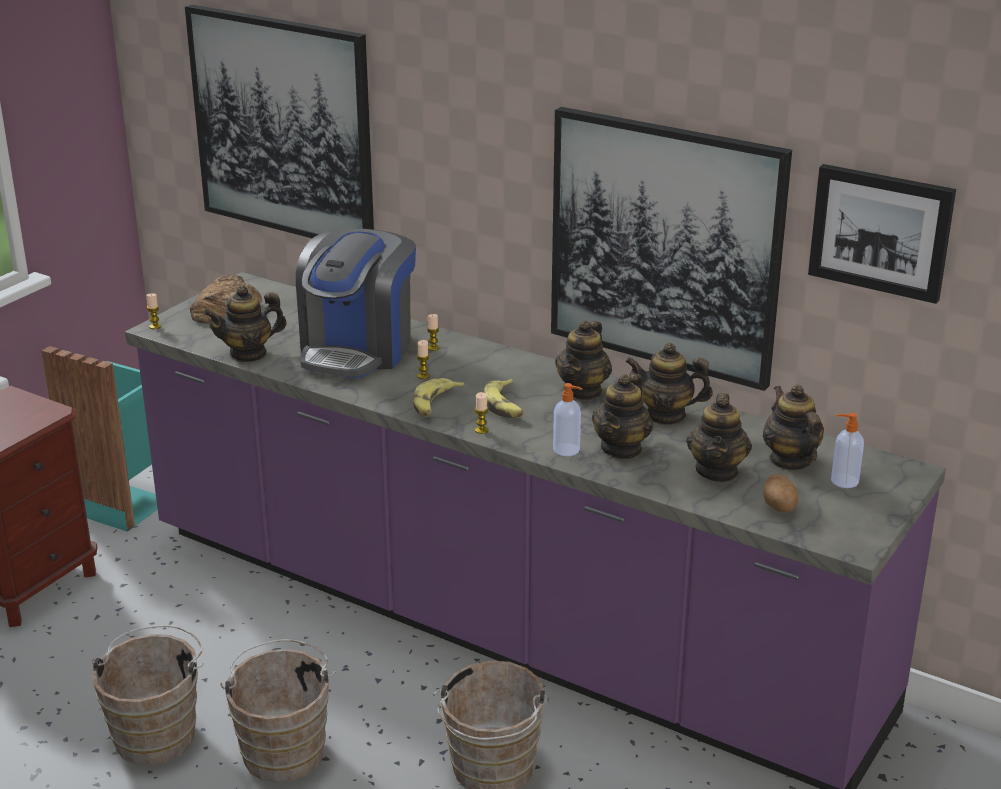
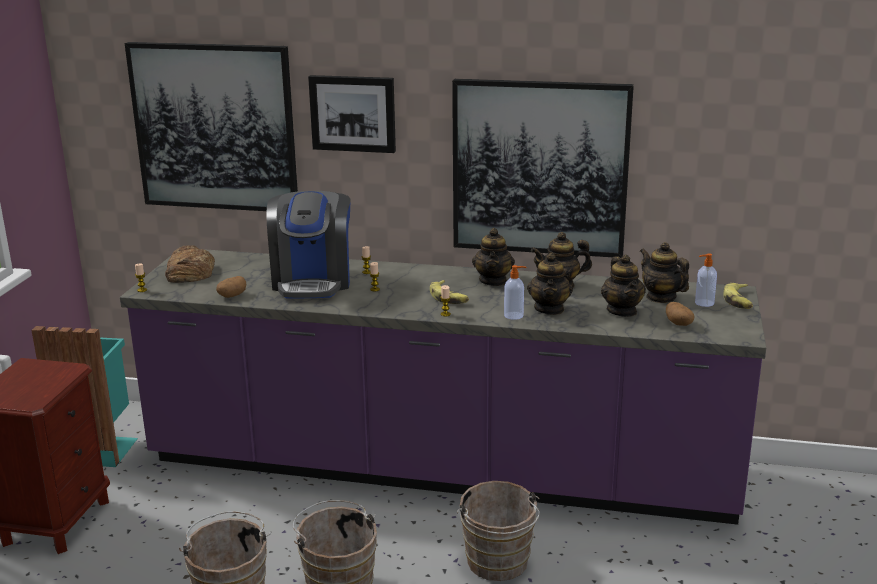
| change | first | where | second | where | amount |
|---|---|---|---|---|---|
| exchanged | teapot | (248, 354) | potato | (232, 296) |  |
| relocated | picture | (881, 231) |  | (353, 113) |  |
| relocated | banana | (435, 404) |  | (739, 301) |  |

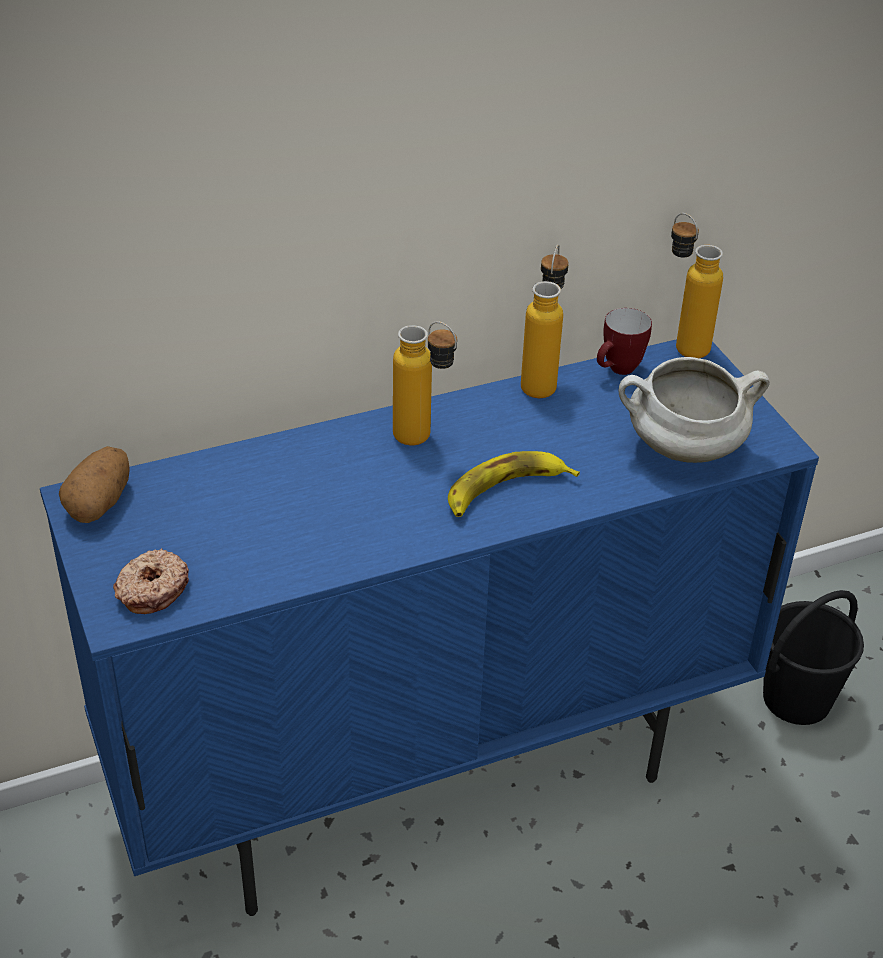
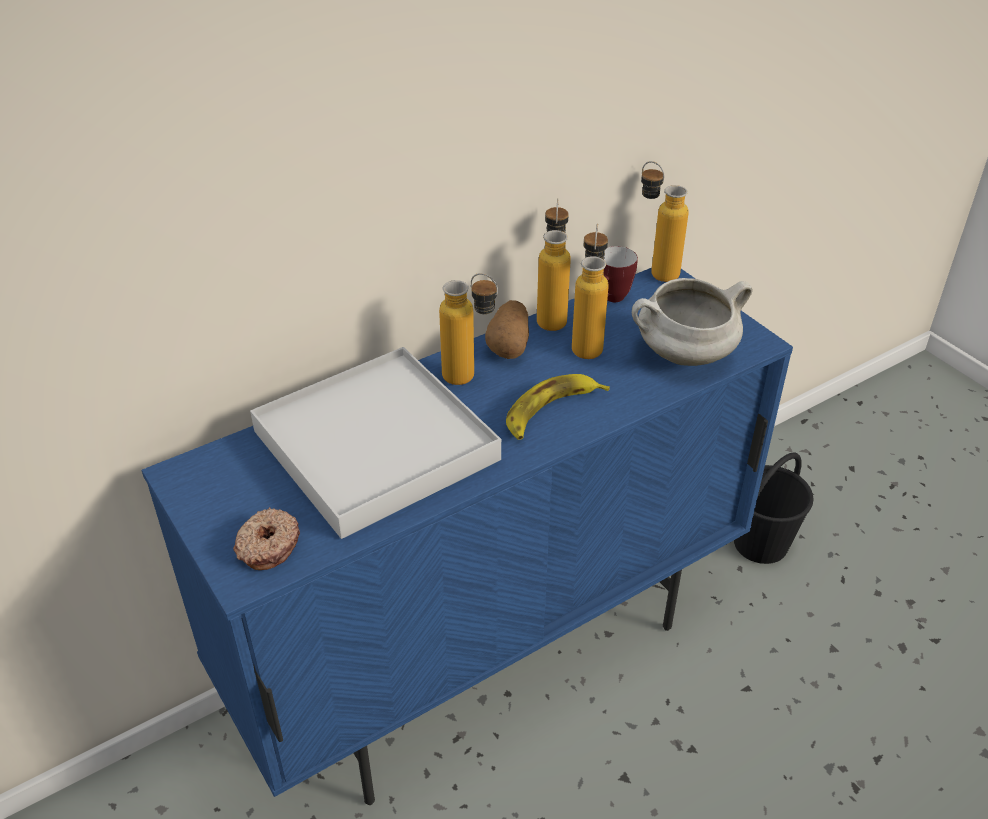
| change | first | where | second | where | amount |
|---|---|---|---|---|---|
| appeared |  |  | white tray | (375, 445) |  |
| relocated | potato | (100, 503) |  | (509, 345) |  |
| appeared |  |  | bottle | (588, 343) |  |

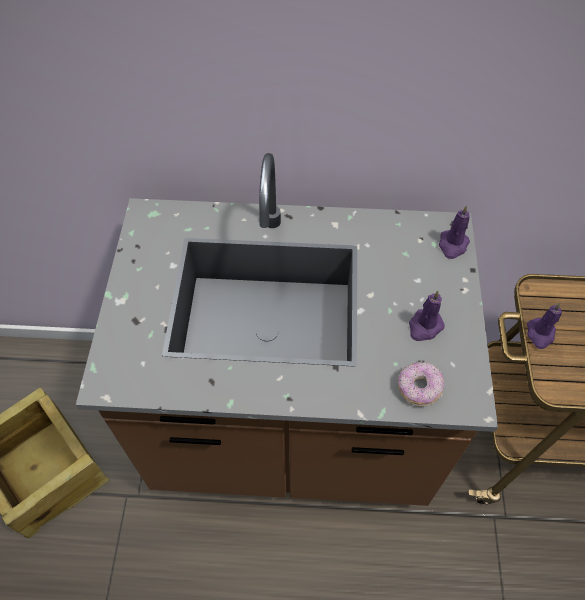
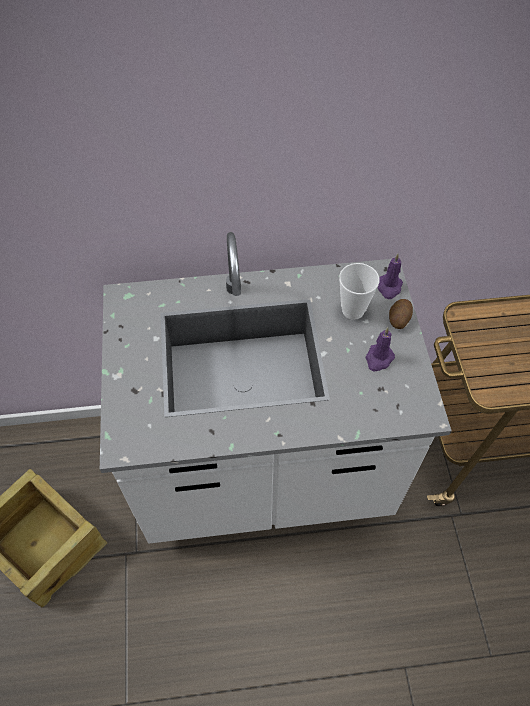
| change | first | where | second | where | amount |
|---|---|---|---|---|---|
| colour | brown counter | (292, 433) | white counter | (265, 473) |  |
| appeared |  |  | cup | (353, 310) |  |
| appeared |  |  | potato | (398, 319) |  |
| missing | donut | (418, 388) |  |  |  |
| missing | purple candle | (540, 334) |  |  |  |

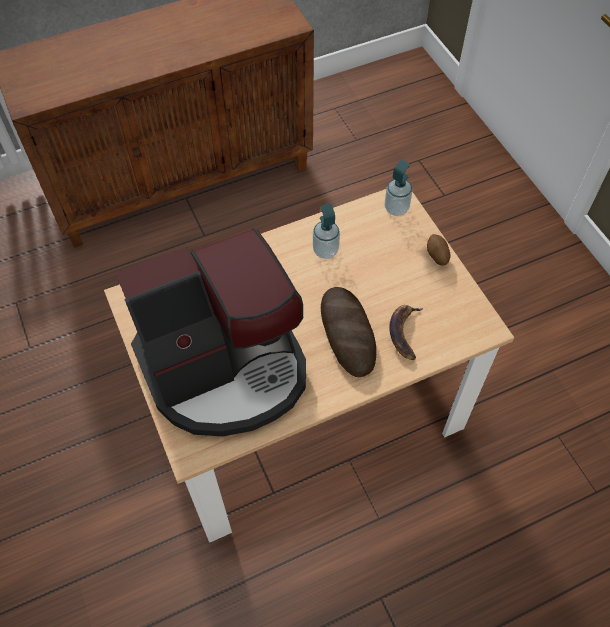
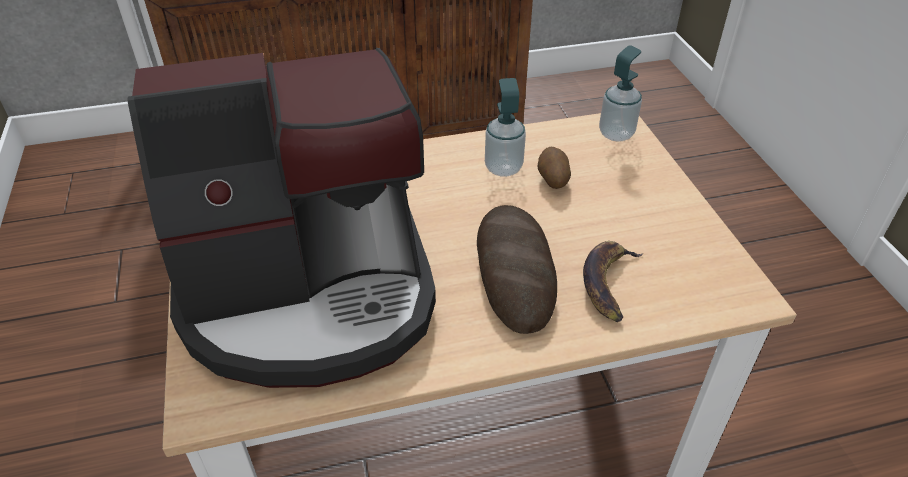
| change | first | where | second | where | amount |
|---|---|---|---|---|---|
| relocated | potato | (437, 256) |  | (552, 180) |  |

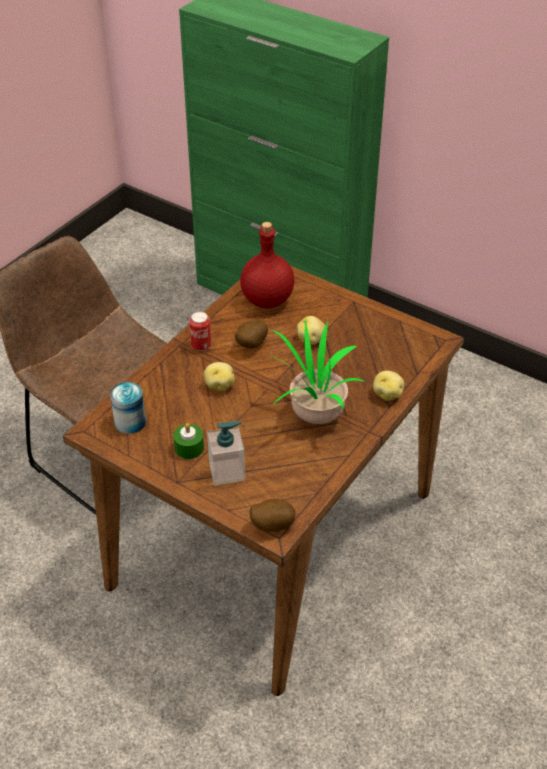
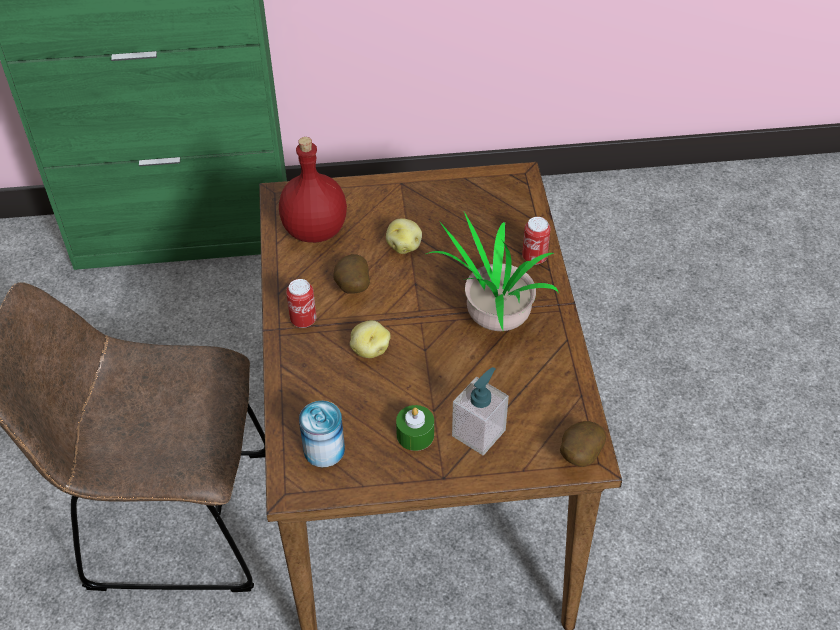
| change | first | where | second | where | amount |
|---|---|---|---|---|---|
| exchanged | potato | (387, 394) | can | (534, 257) |  |

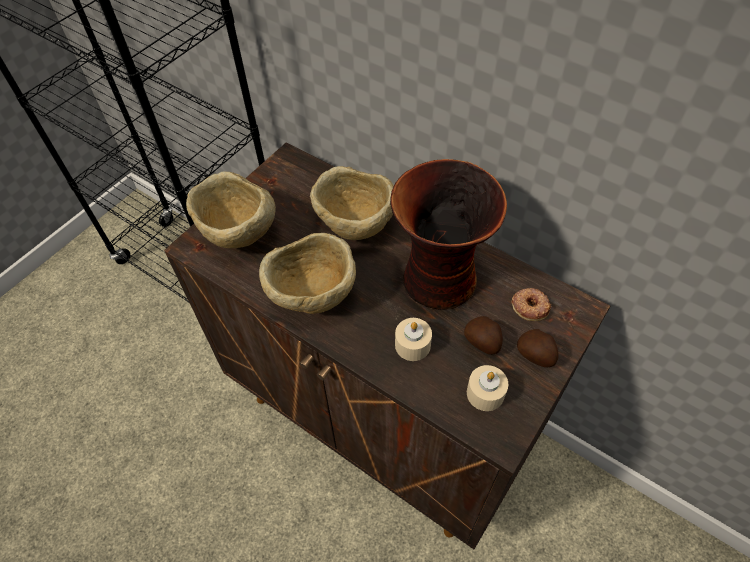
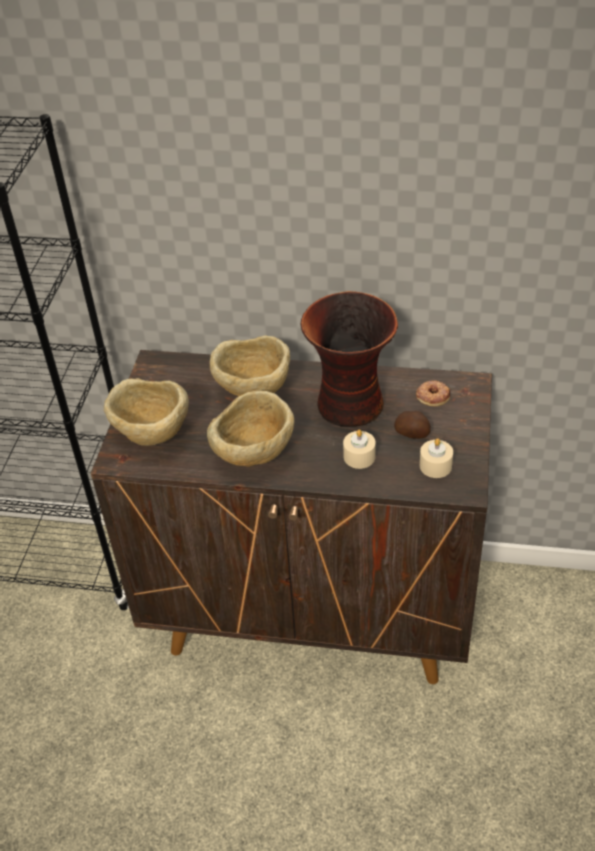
| change | first | where | second | where | amount |
|---|---|---|---|---|---|
| missing | potato | (536, 355) |  |  |  |

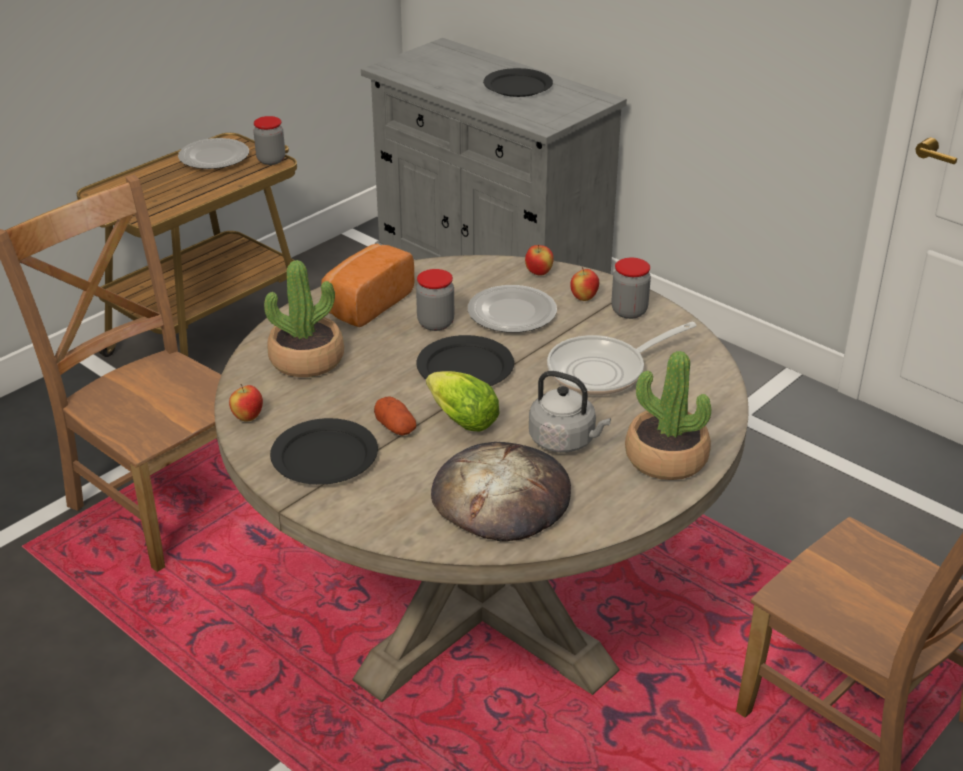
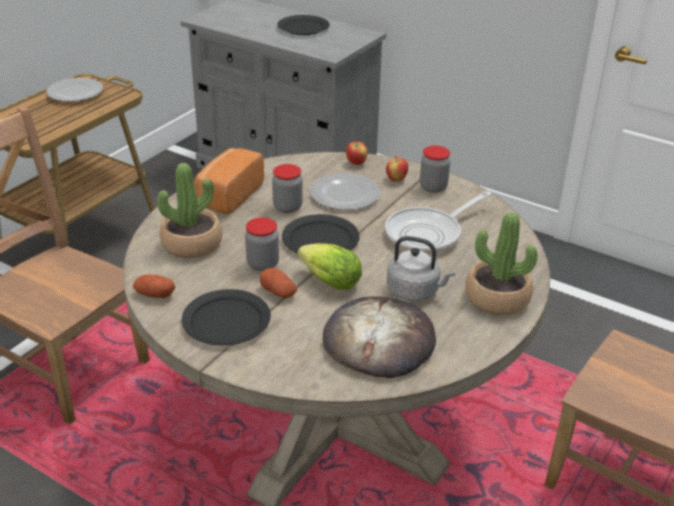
| change | first | where | second | where | amount |
|---|---|---|---|---|---|
| exchanged | apple | (248, 417) | potato | (154, 294) |  |
| relocated | jar | (271, 160) |  | (263, 264) |  |

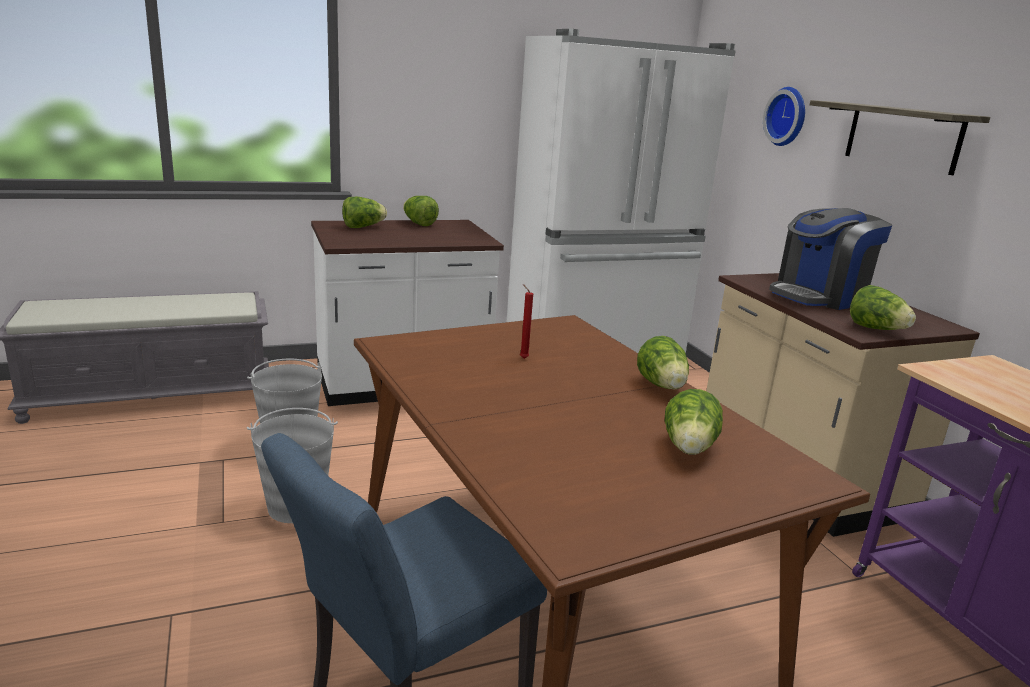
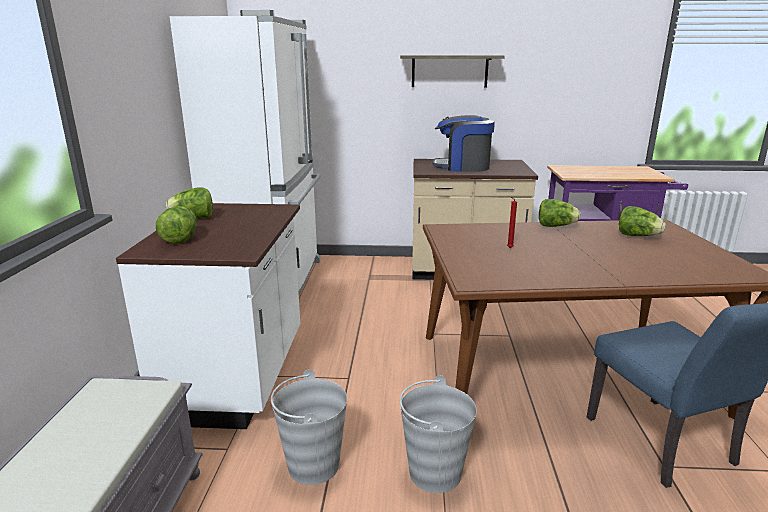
| change | first | where | second | where | amount |
|---|---|---|---|---|---|
| spun | coffee machine | (819, 296) |  | (462, 167) | 105 degrees clockwise |
| missing | wall clock | (788, 116) |  |  |  |
| missing | lettuce | (876, 329) |  |  |  |

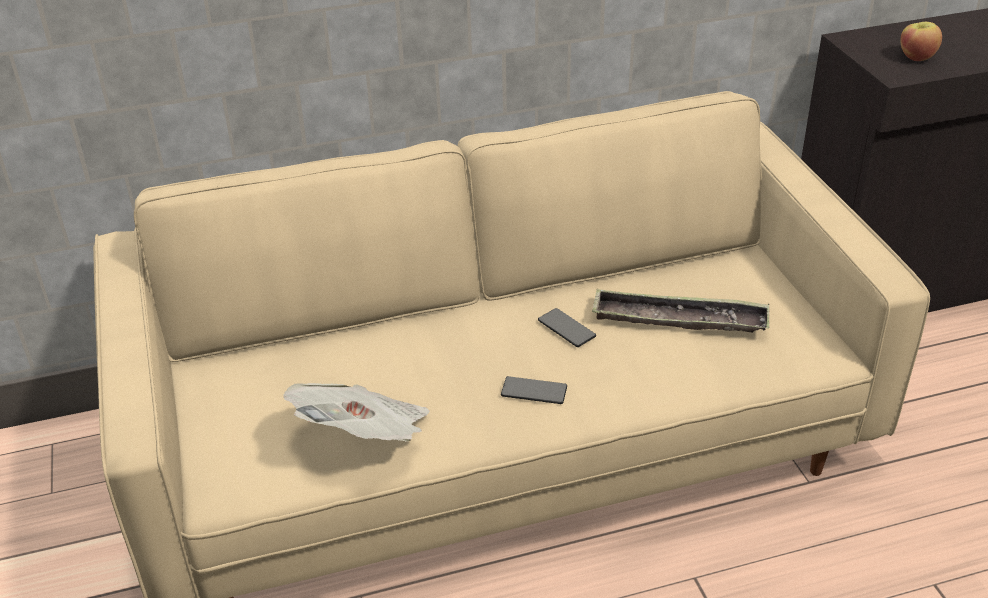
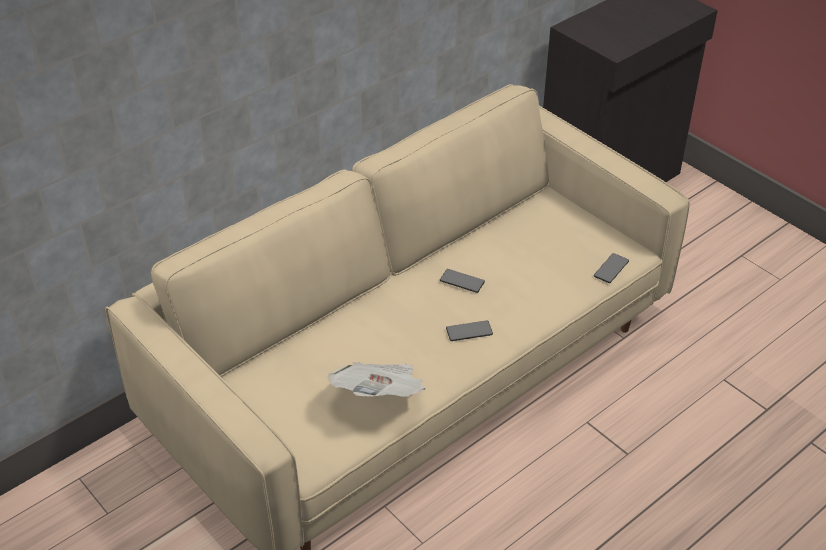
| change | first | where | second | where | amount |
|---|---|---|---|---|---|
| appeared |  |  | phone | (611, 269) |  |
| missing | tray | (679, 319) |  |  |  |
| missing | apple | (916, 57) |  |  |  |

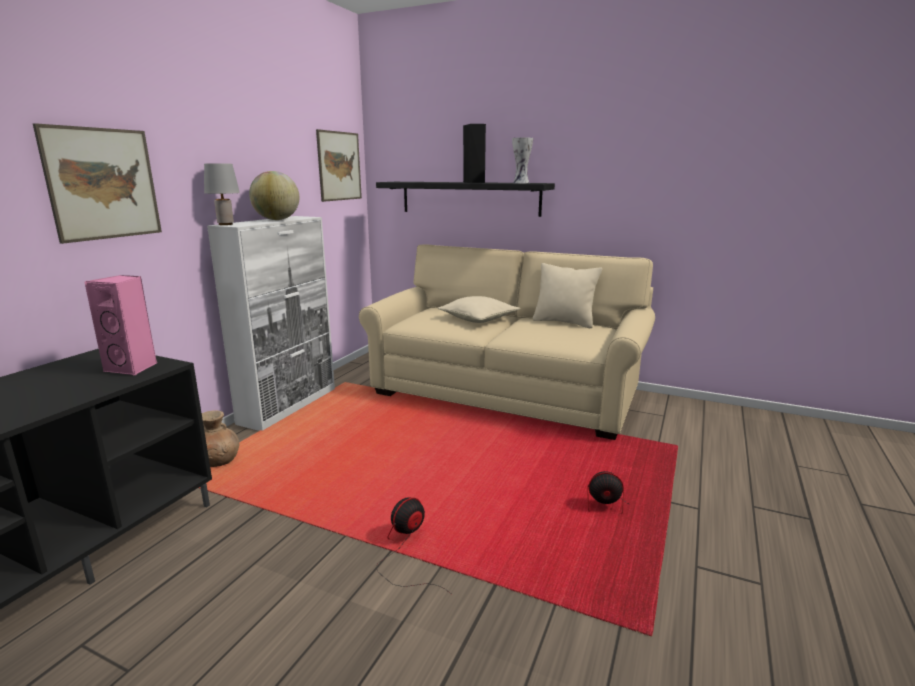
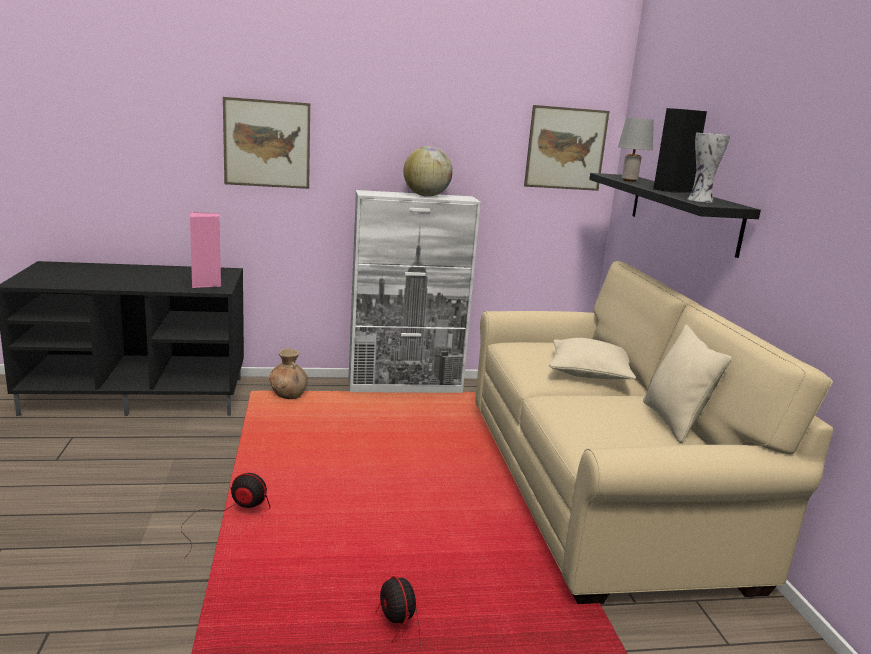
| change | first | where | second | where | amount |
|---|---|---|---|---|---|
| relocated | grey table lamp | (225, 224) |  | (629, 180) |  |

